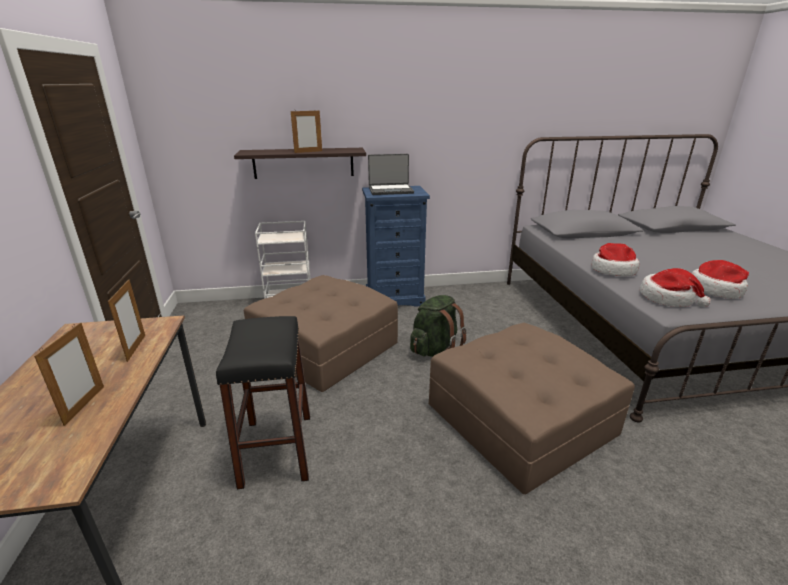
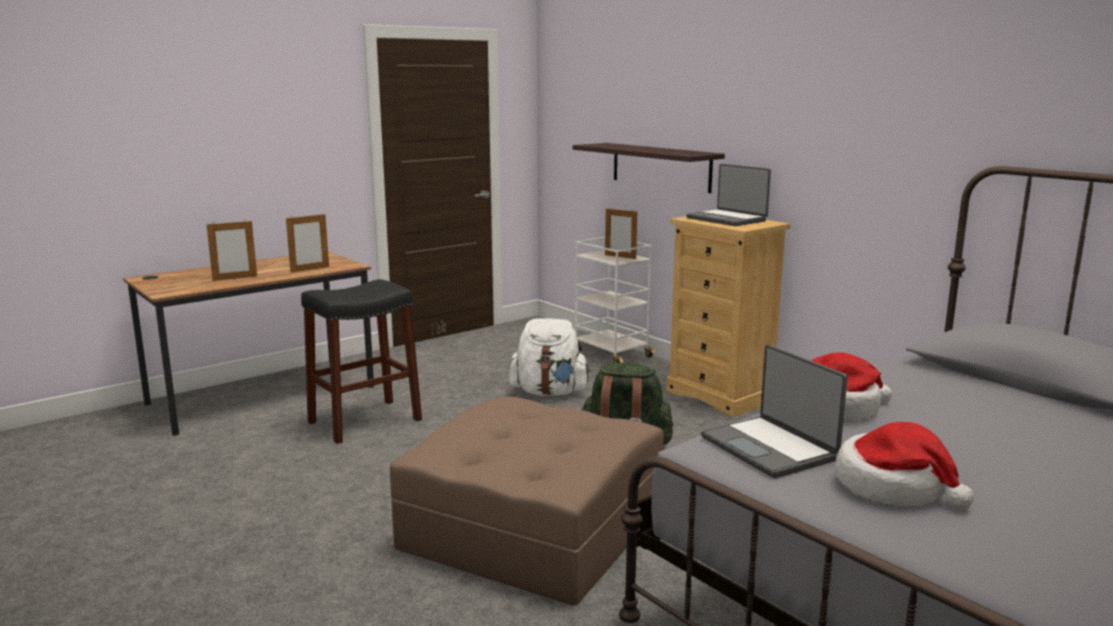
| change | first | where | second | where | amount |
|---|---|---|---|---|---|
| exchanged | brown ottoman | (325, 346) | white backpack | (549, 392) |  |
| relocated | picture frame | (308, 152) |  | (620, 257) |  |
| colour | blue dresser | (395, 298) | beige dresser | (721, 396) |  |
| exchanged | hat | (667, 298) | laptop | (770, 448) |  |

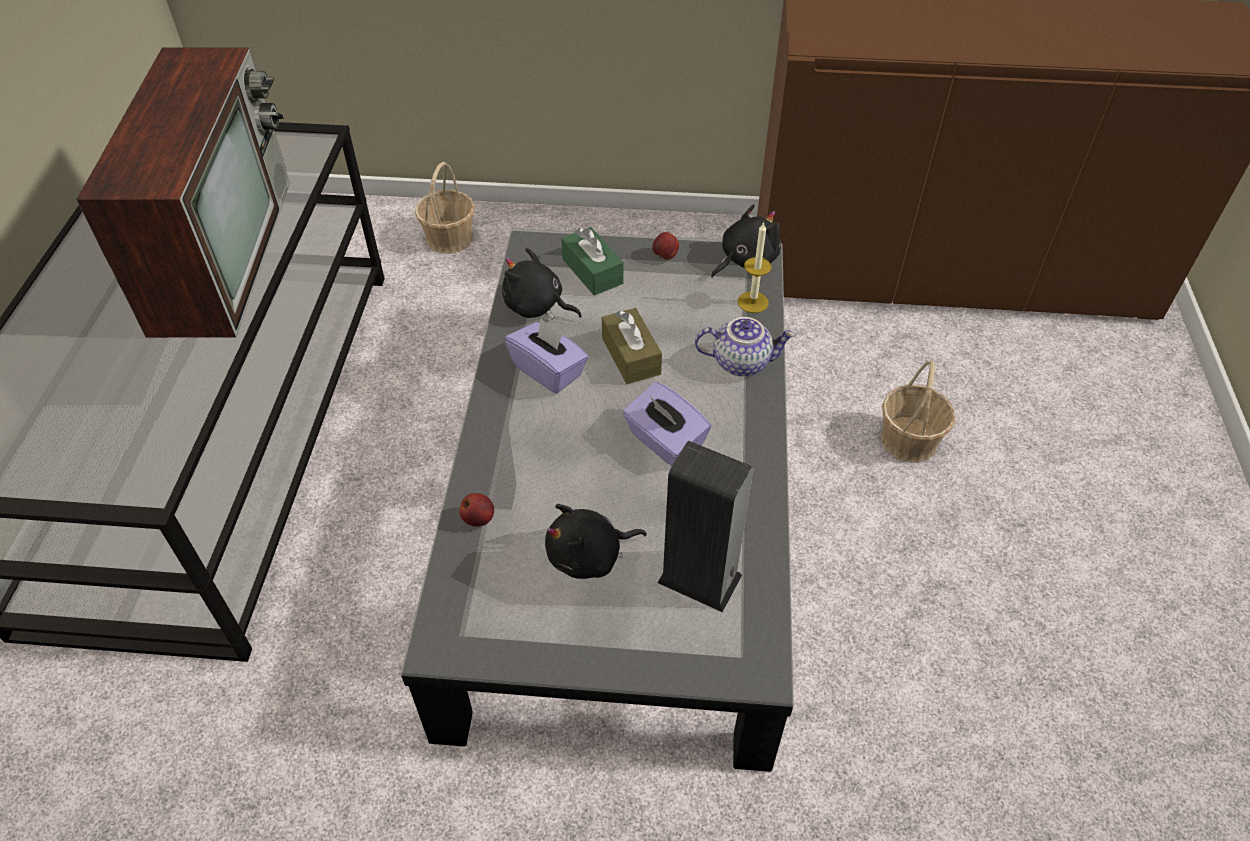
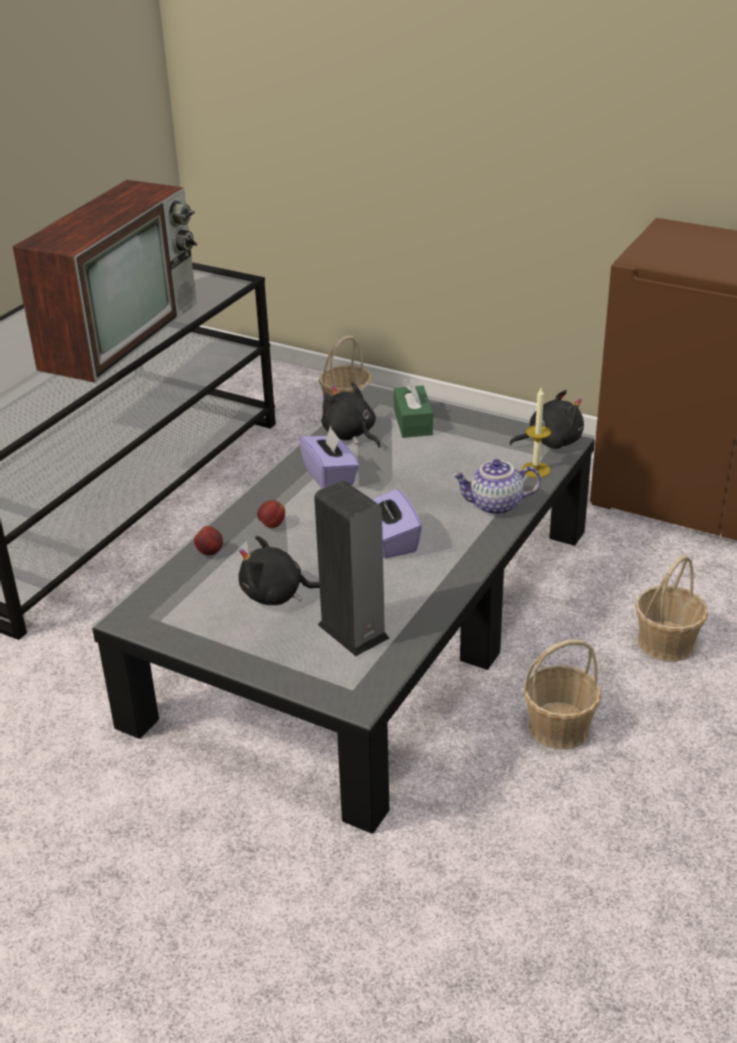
| change | first | where | second | where | amount |
|---|---|---|---|---|---|
| relocated | apple | (665, 256) |  | (272, 525) |  |
| spun | teapot | (741, 361) |  | (495, 506) | 150 degrees clockwise |
| appeared |  |  | basket | (559, 727) |  |
| missing | brown tissue box | (631, 356) |  |  |  |

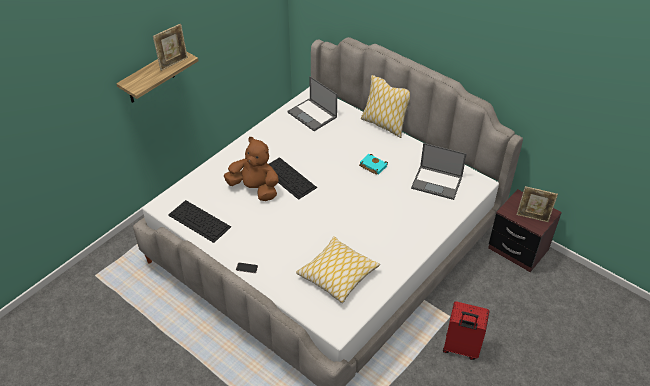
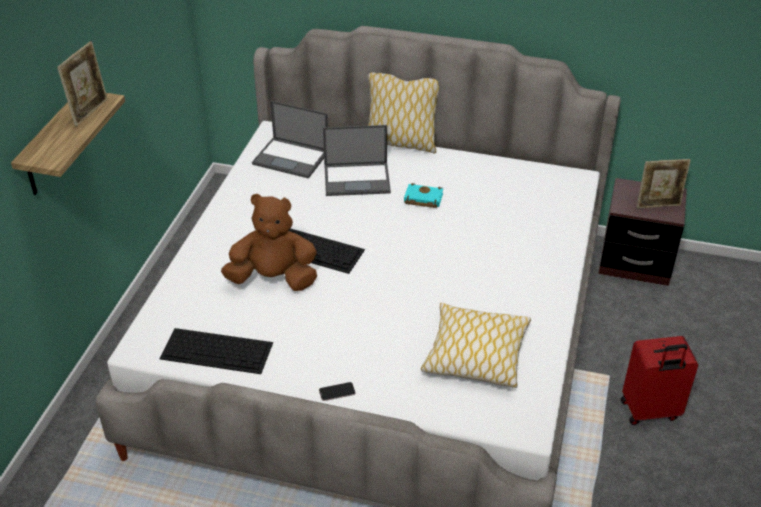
| change | first | where | second | where | amount |
|---|---|---|---|---|---|
| relocated | laptop | (437, 182) |  | (358, 179) |  |

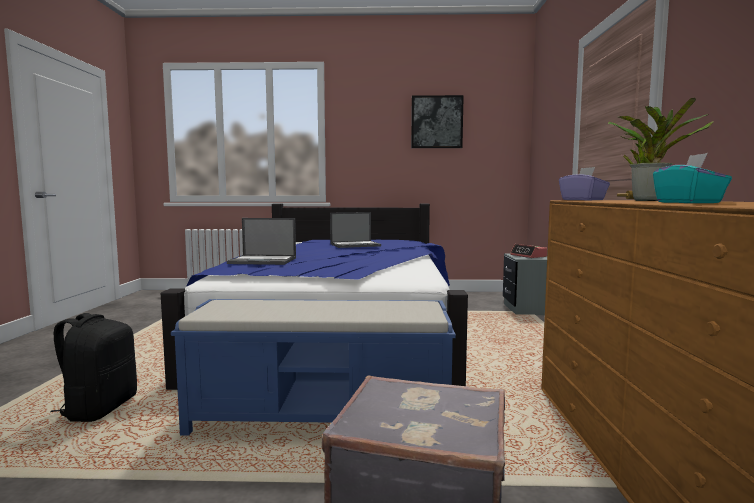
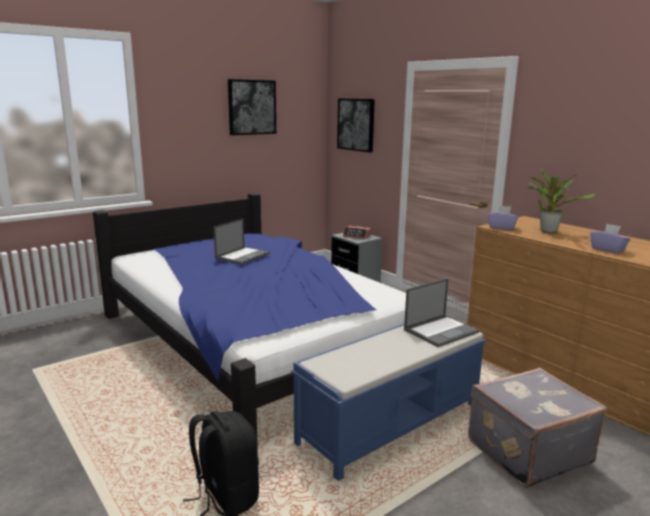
| change | first | where | second | where | amount |
|---|---|---|---|---|---|
| appeared |  |  | picture | (356, 124) |  |
| relocated | laptop | (264, 261) |  | (441, 331) |  |
| colour | turquoise tissue box | (688, 202) | purple tissue box | (608, 249) |  |

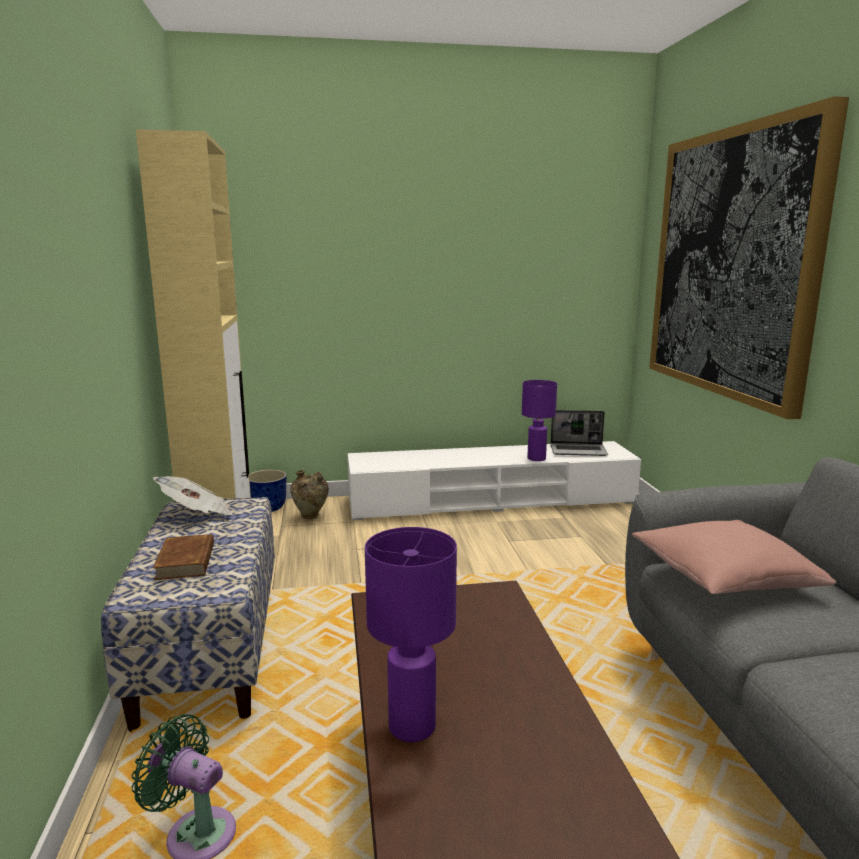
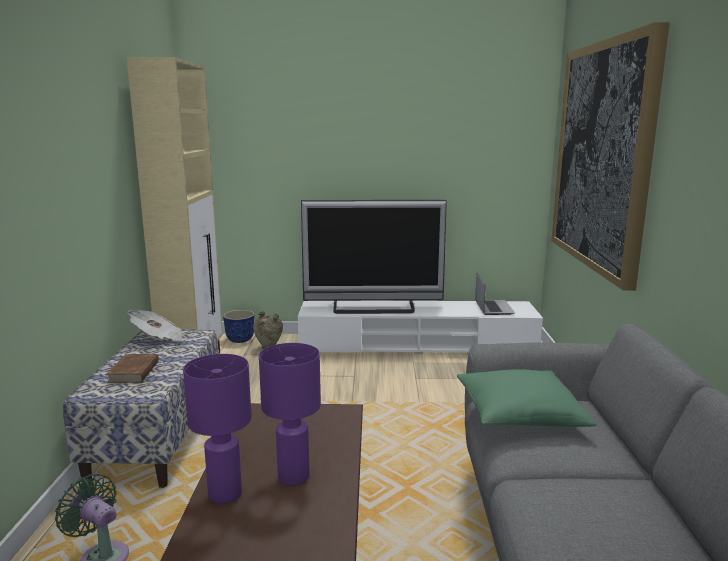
| change | first | where | second | where | amount |
|---|---|---|---|---|---|
| relocated | purple table lamp | (536, 458) |  | (292, 477) |  |
| appeared |  |  | television | (374, 308) |  |
| colour | pink pillow | (723, 578) | green pillow | (519, 415) |  |
| spun | laptop | (579, 451) |  | (493, 308) | 105 degrees counterclockwise |

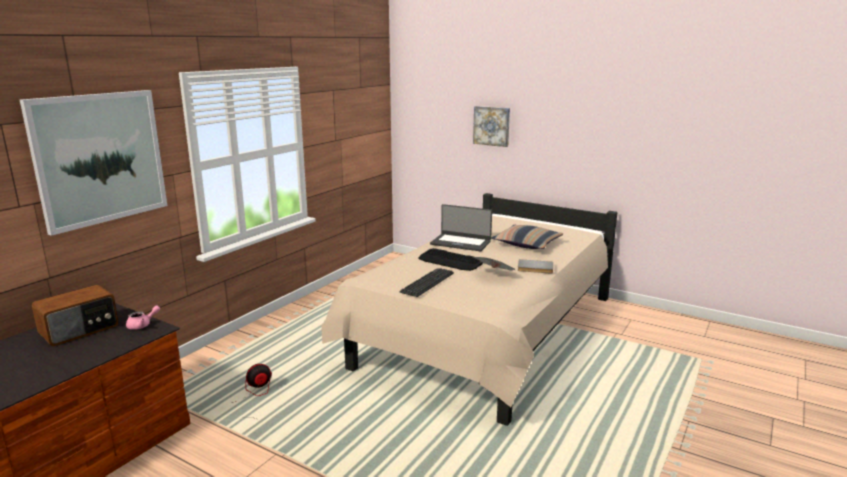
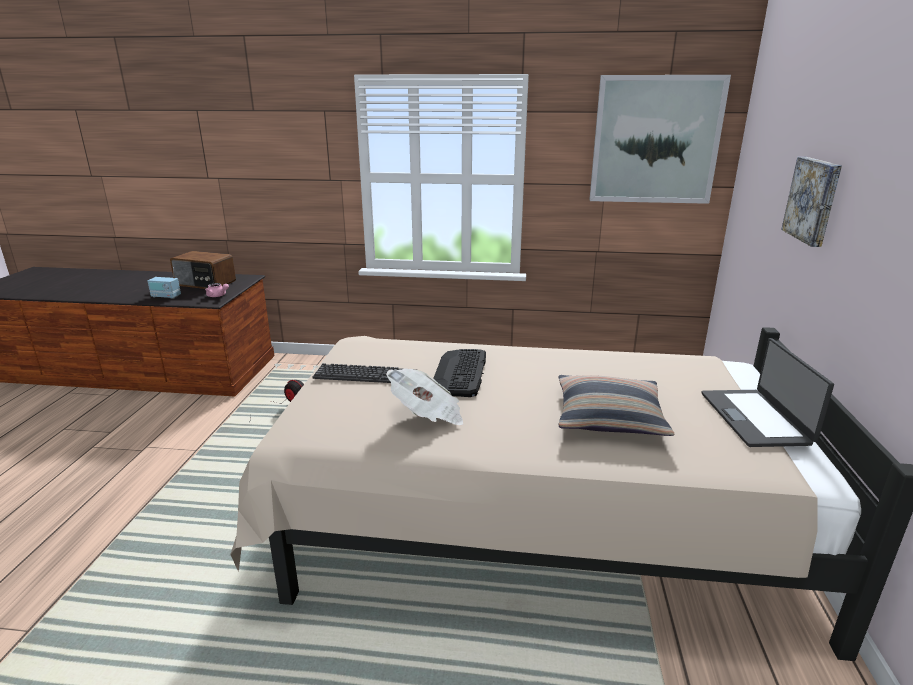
| change | first | where | second | where | amount |
|---|---|---|---|---|---|
| appeared |  |  | radio | (166, 296) |  |
| relocated | picture | (100, 158) |  | (655, 140) |  |
| relocated | laptop | (461, 242) |  | (756, 418) |  |
| missing | grey book | (535, 268) |  |  |  |

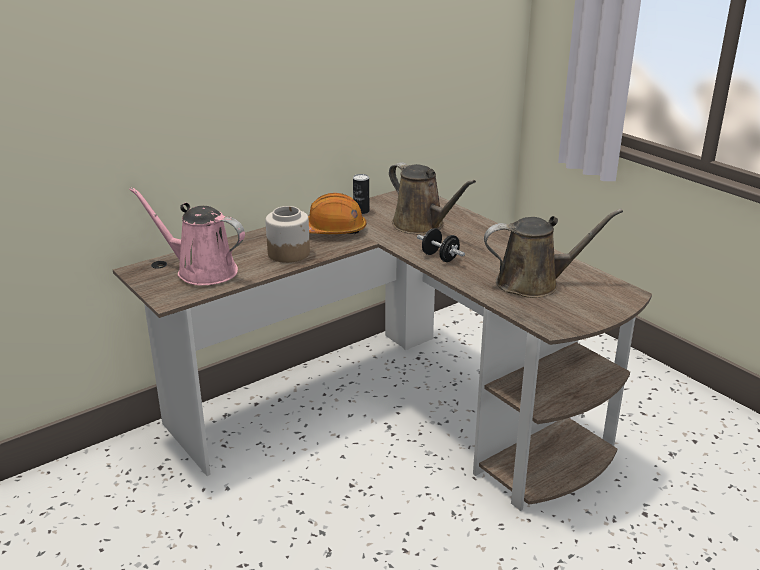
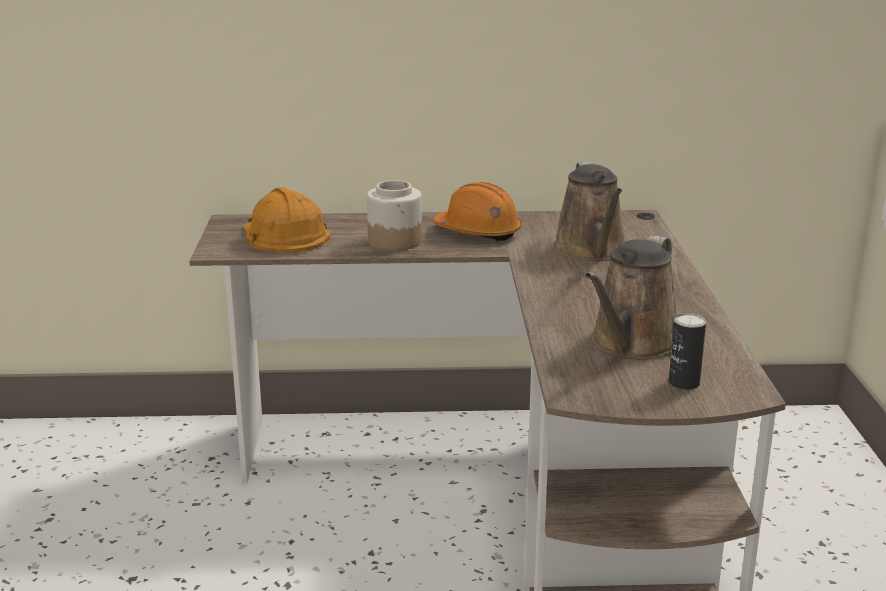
| change | first | where | second | where | amount |
|---|---|---|---|---|---|
| exchanged | pink watering can | (201, 271) | orange hard hat | (284, 235) |  |
| spun | brown watering can | (534, 283) |  | (632, 344) | 90 degrees clockwise |
| relocated | can | (361, 211) |  | (684, 383) |  |
| missing | black dumbbell | (440, 257) |  |  |  |

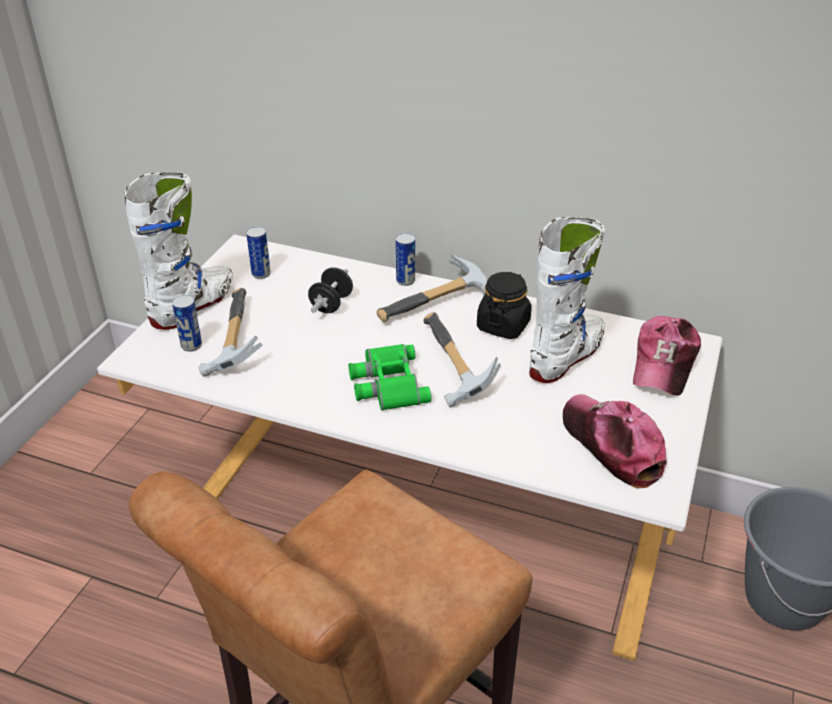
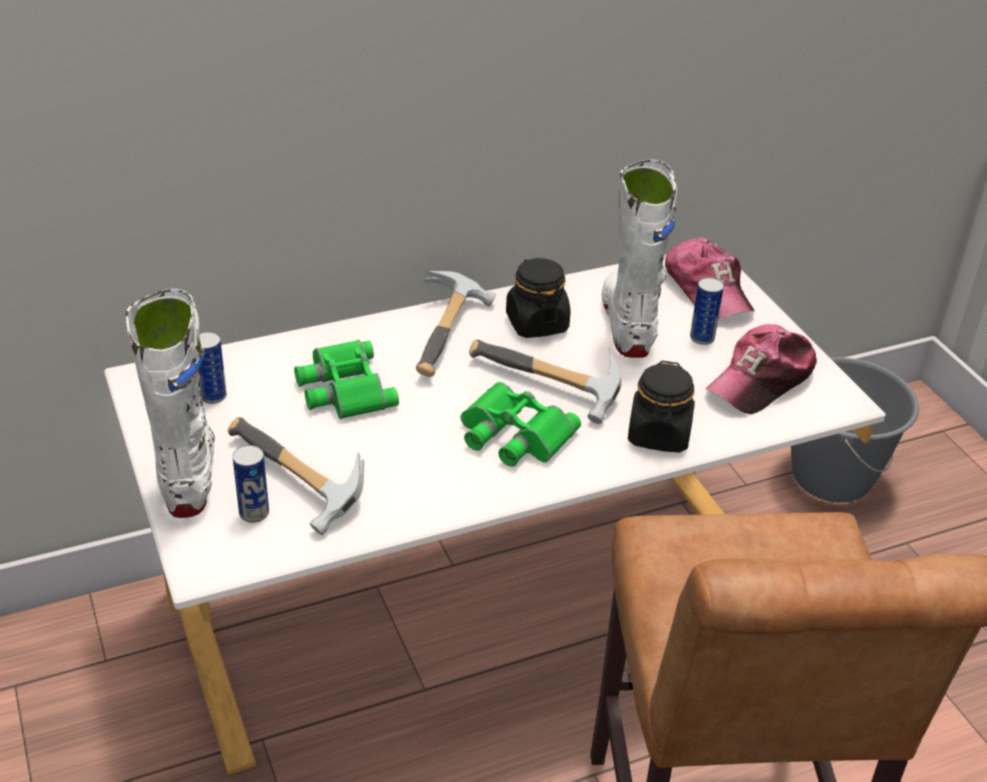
| change | first | where | second | where | amount |
|---|---|---|---|---|---|
| exchanged | black dumbbell | (331, 304) | green binoculars | (342, 388) |  |
| appeared |  |  | black jar | (659, 435) |  |
| relocated | can | (405, 281) |  | (702, 338) |  |
| spun | cap | (612, 445) |  | (761, 380) | 60 degrees counterclockwise |

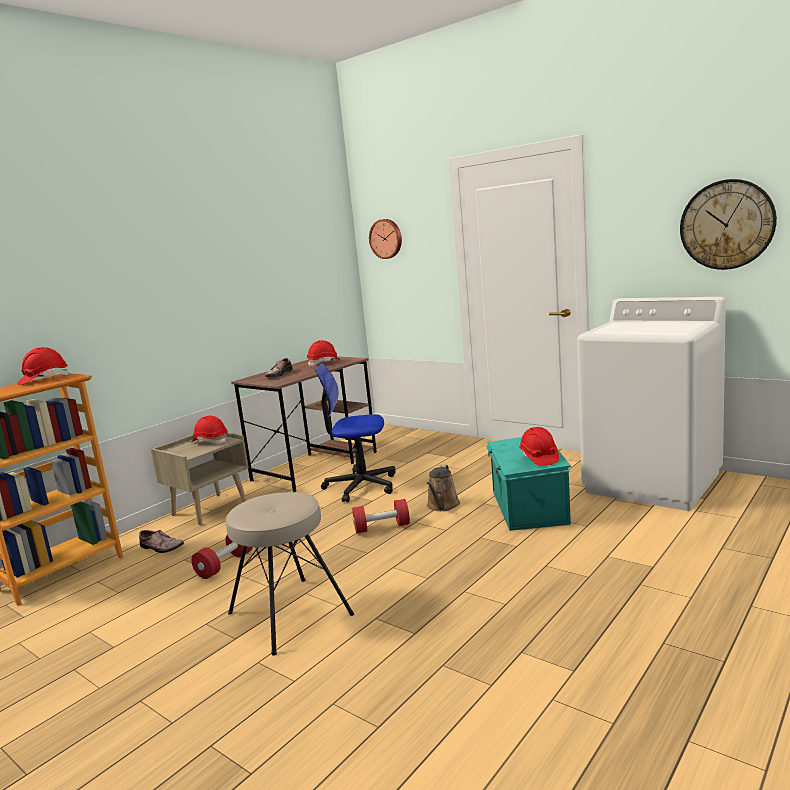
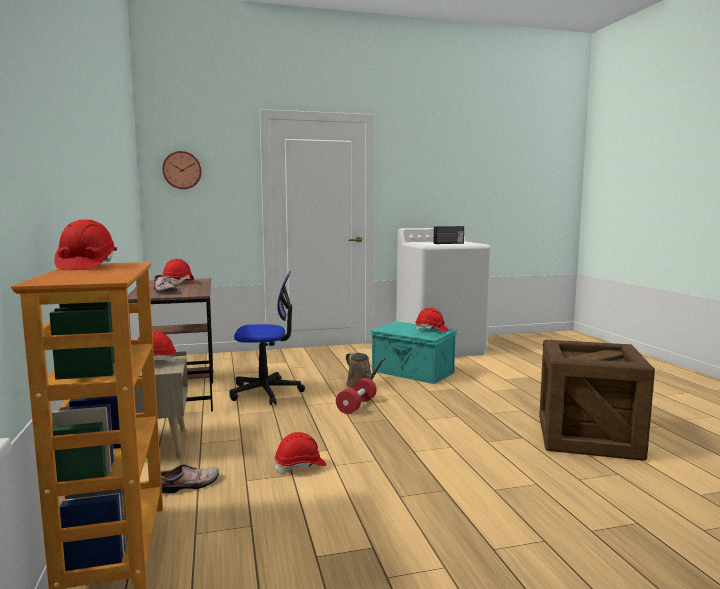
| change | first | where | second | where | amount |
|---|---|---|---|---|---|
| spun | office chair | (361, 486) |  | (266, 392) | 135 degrees counterclockwise |
| exchanged | red dumbbell | (225, 565) | red hard hat | (300, 466) |  |
| appeared |  |  | radio | (448, 243) |  |
| appeared |  |  | crate | (588, 437) |  |
| missing | beige stool | (289, 614) |  |  |  |
| missing | wall clock | (727, 225) |  |  |  |

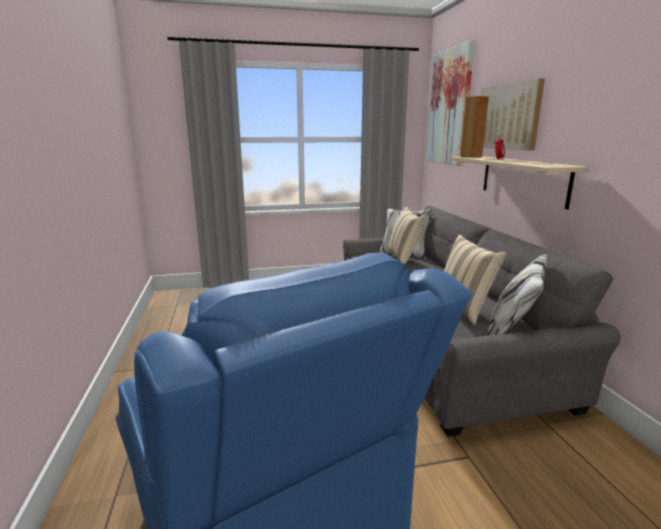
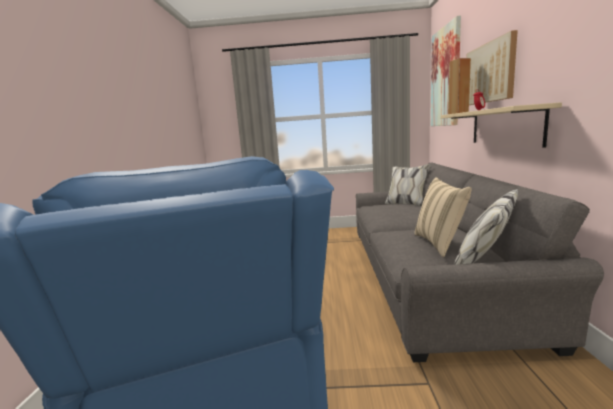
| change | first | where | second | where | amount |
|---|---|---|---|---|---|
| missing | beige pillow | (404, 259) |  |  |  |

